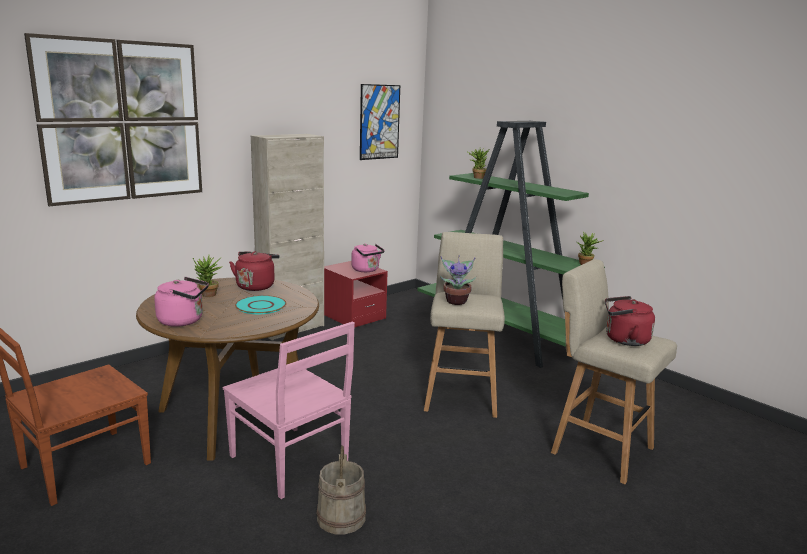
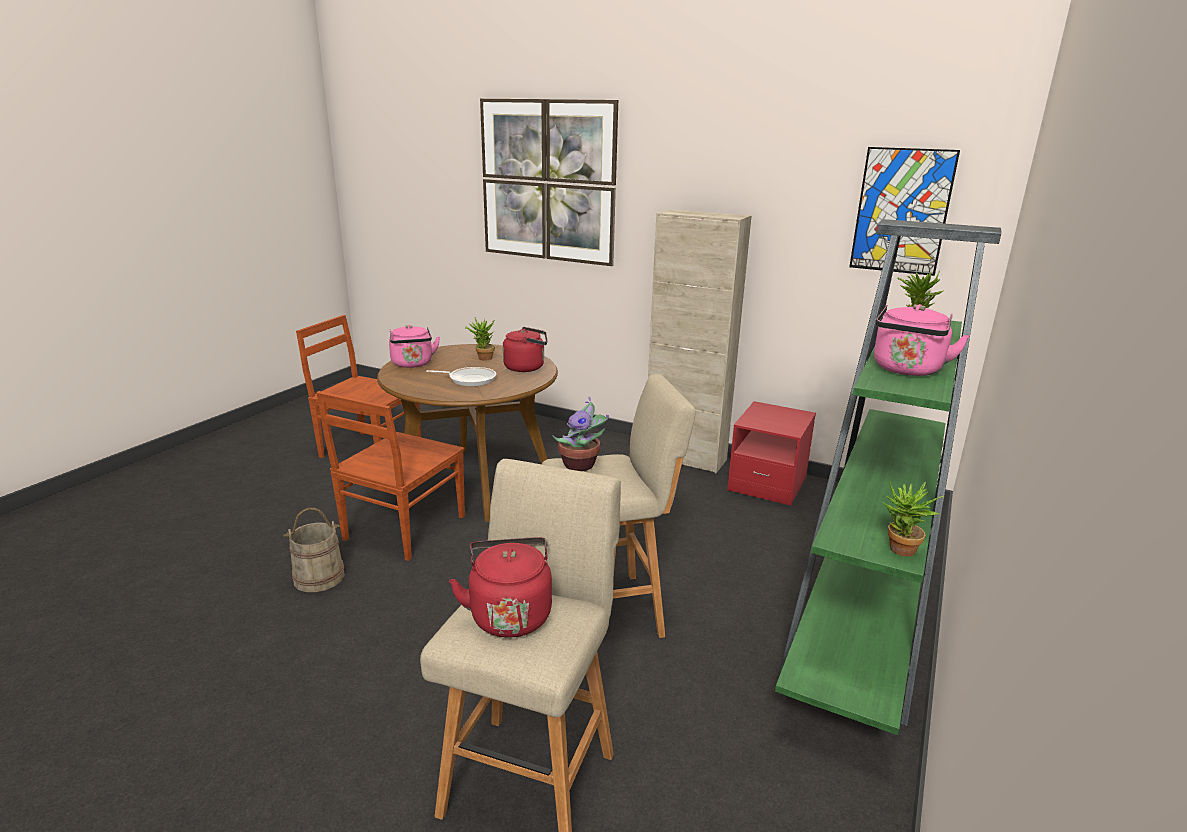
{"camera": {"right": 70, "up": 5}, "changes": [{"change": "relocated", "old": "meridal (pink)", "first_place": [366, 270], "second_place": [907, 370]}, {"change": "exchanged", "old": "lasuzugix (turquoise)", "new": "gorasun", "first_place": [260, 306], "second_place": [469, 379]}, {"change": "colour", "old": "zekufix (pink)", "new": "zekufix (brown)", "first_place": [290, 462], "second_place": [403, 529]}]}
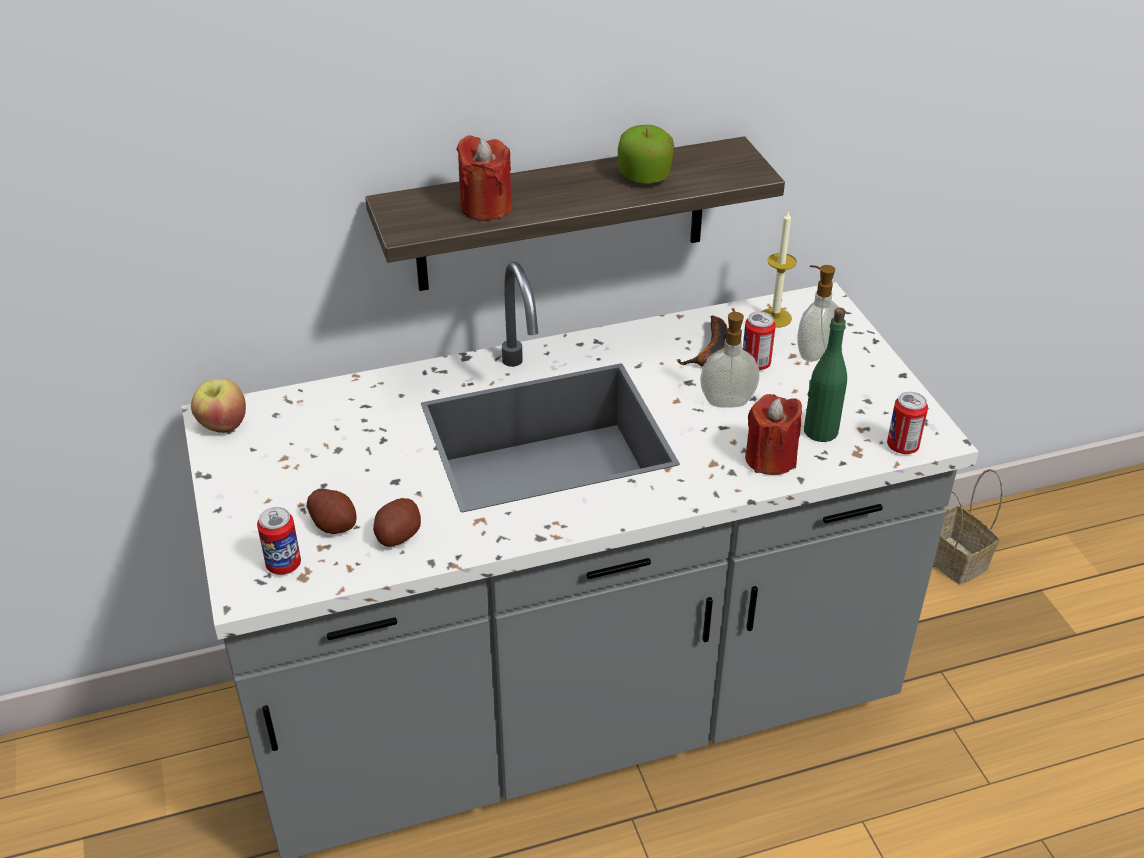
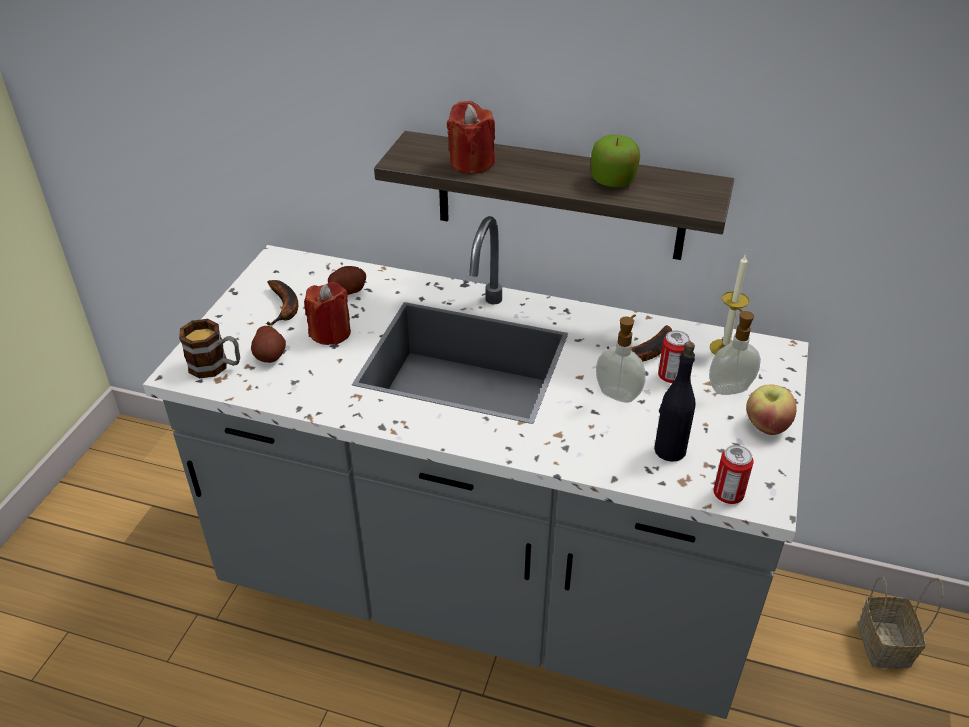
{"camera": {"right": 35, "up": 0}, "changes": [{"change": "colour", "old": "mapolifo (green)", "new": "mapolifo (black)", "first_place": [820, 431], "second_place": [669, 450]}, {"change": "relocated", "old": "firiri", "first_place": [222, 425], "second_place": [766, 426]}, {"change": "relocated", "old": "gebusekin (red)", "first_place": [770, 459], "second_place": [330, 333]}, {"change": "relocated", "old": "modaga", "first_place": [398, 535], "second_place": [348, 291]}, {"change": "exchanged", "old": "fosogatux", "new": "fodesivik", "first_place": [283, 565], "second_place": [216, 366]}, {"change": "appeared", "new": "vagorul", "second_place": [285, 307]}]}
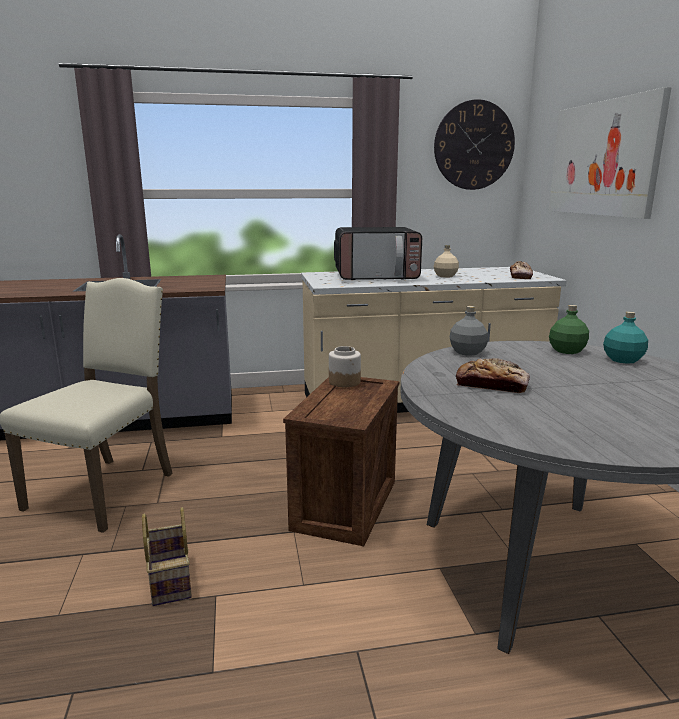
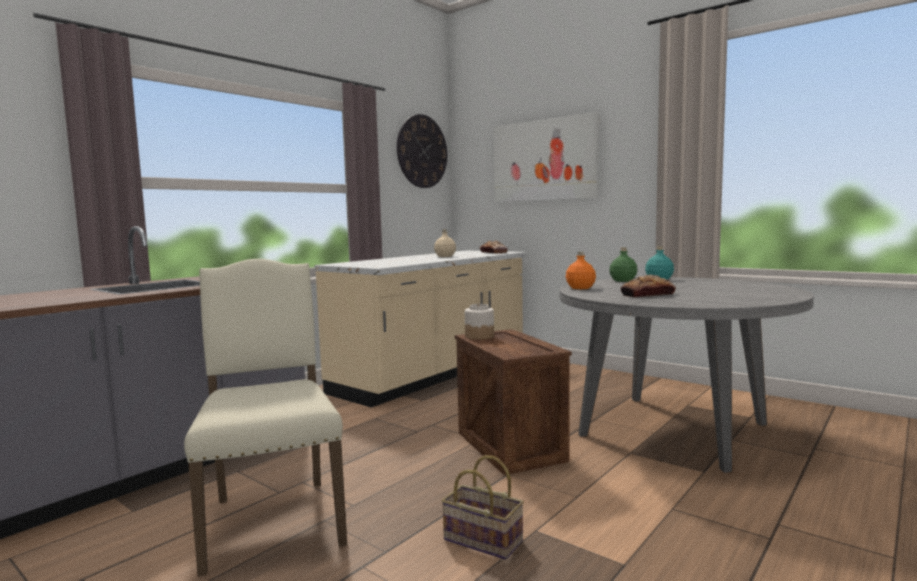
{"camera": {"right": -40, "up": -10}, "changes": [{"change": "missing", "old": "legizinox", "first_place": [376, 276]}, {"change": "colour", "old": "mapolifo (grey)", "new": "mapolifo (orange)", "first_place": [467, 352], "second_place": [580, 288]}]}
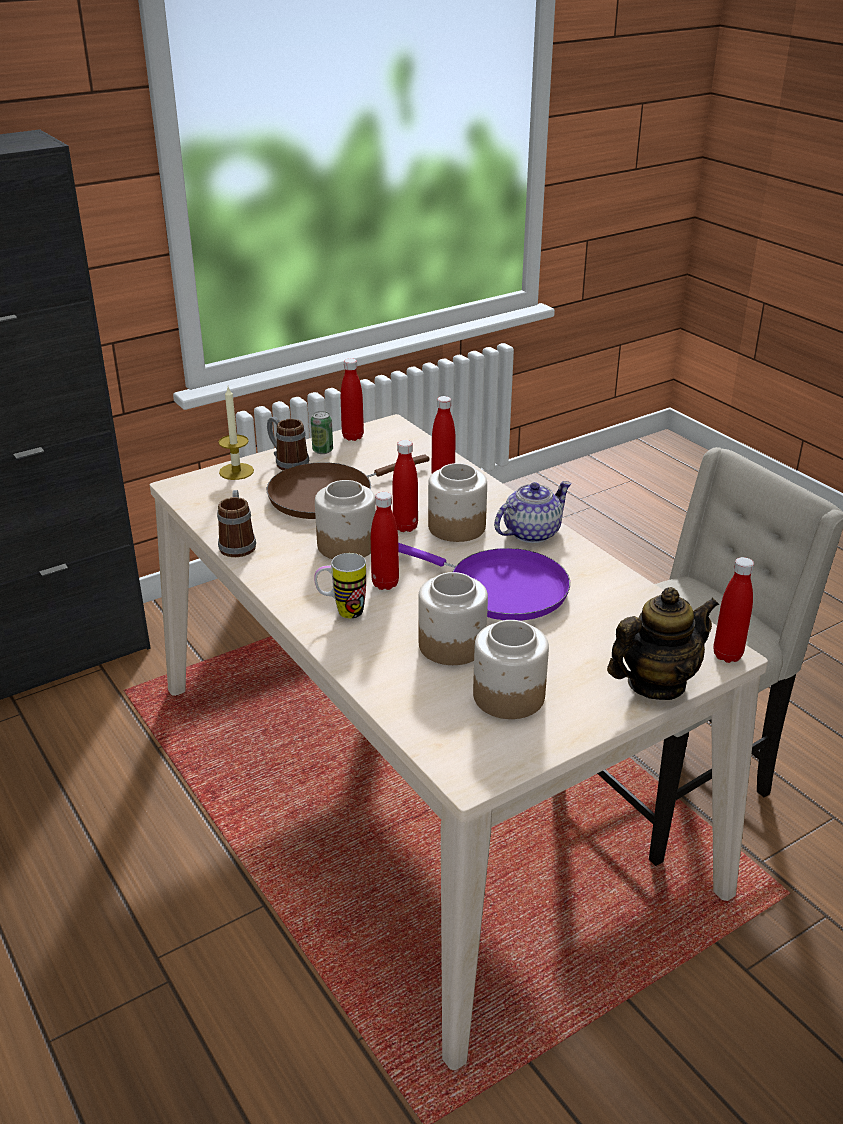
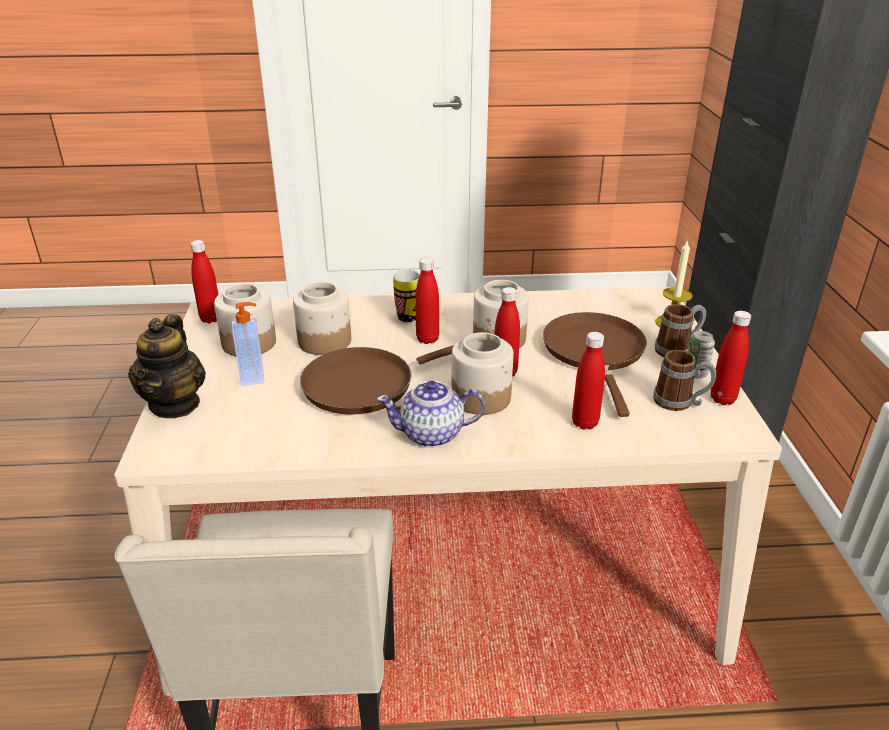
{"camera": {"right": 120, "up": 0}, "changes": [{"change": "spun", "old": "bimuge", "first_place": [530, 533], "second_place": [432, 434], "degrees": 90}, {"change": "relocated", "old": "fodesivik", "first_place": [238, 543], "second_place": [680, 402]}, {"change": "colour", "old": "gorasun (purple)", "new": "gorasun (brown)", "first_place": [499, 589], "second_place": [365, 384]}, {"change": "relocated", "old": "mapolifo (red)", "first_place": [727, 655], "second_place": [211, 319]}, {"change": "appeared", "new": "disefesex", "second_place": [253, 376]}]}
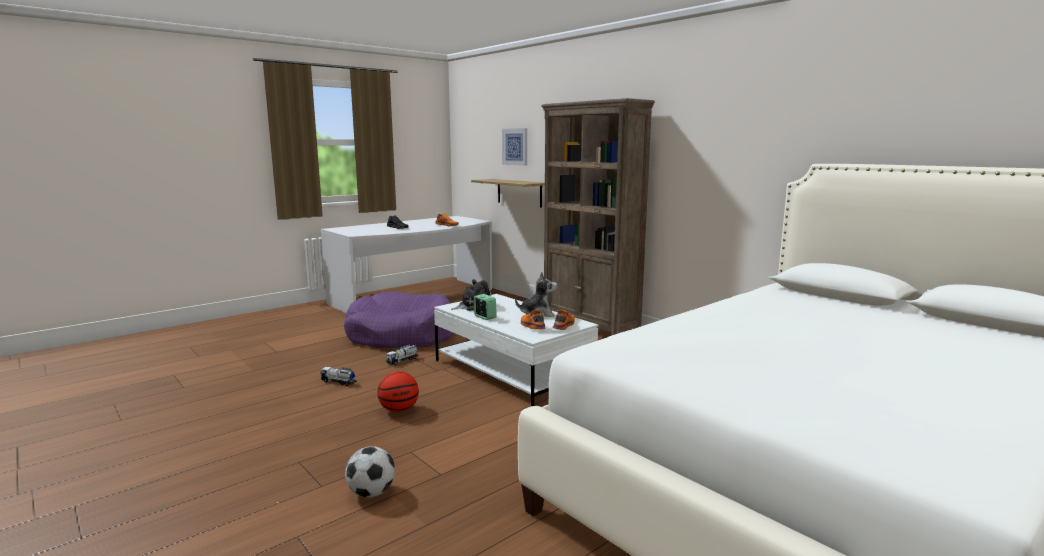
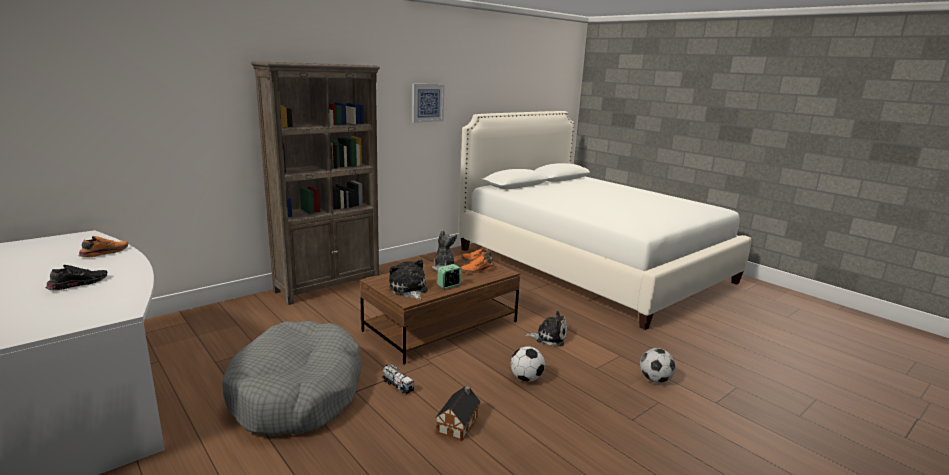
{"camera": {"right": -90, "up": 5}, "changes": [{"change": "relocated", "old": "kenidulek", "first_place": [515, 146], "second_place": [427, 102]}, {"change": "missing", "old": "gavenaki", "first_place": [519, 192]}, {"change": "colour", "old": "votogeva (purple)", "new": "votogeva (grey)", "first_place": [401, 335], "second_place": [297, 393]}, {"change": "colour", "old": "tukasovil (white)", "new": "tukasovil (brown)", "first_place": [511, 372], "second_place": [441, 326]}, {"change": "exchanged", "old": "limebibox", "new": "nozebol", "first_place": [338, 382], "second_place": [459, 424]}, {"change": "exchanged", "old": "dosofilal", "new": "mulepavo", "first_place": [399, 410], "second_place": [526, 378]}, {"change": "appeared", "new": "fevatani", "second_place": [549, 337]}]}
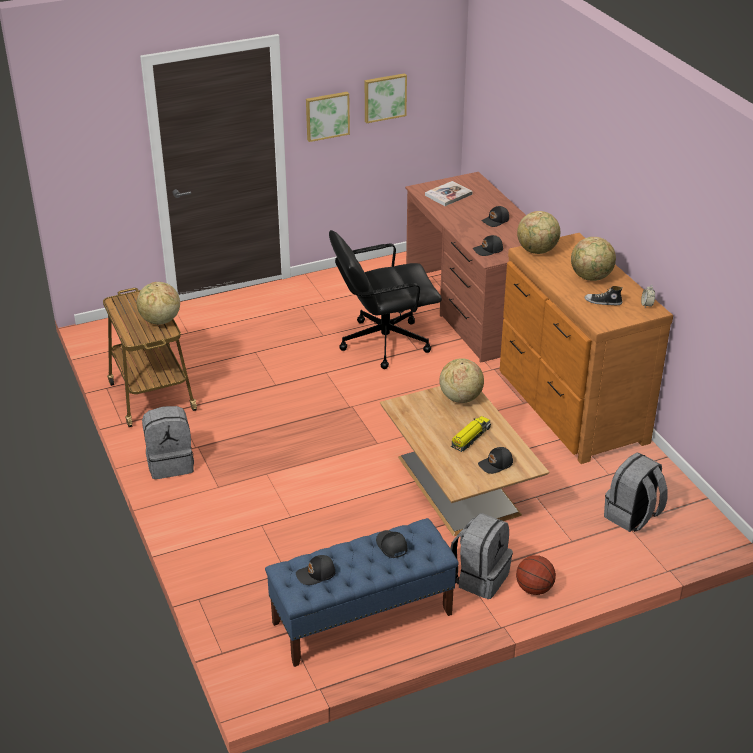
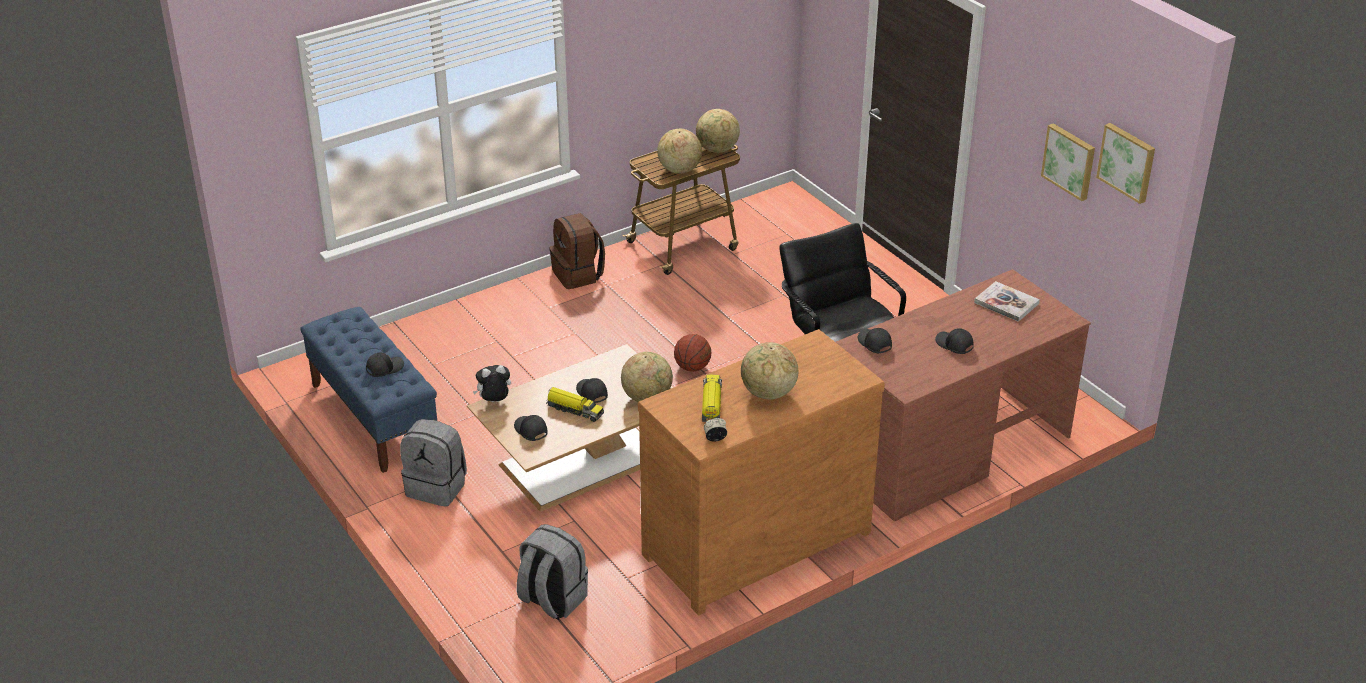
{"camera": {"right": 80, "up": 0}, "changes": [{"change": "relocated", "old": "kenidulek", "first_place": [327, 115], "second_place": [1127, 162]}, {"change": "relocated", "old": "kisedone", "first_place": [537, 251], "second_place": [717, 150]}, {"change": "exchanged", "old": "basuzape", "new": "limebibox", "first_place": [603, 302], "second_place": [711, 404]}, {"change": "colour", "old": "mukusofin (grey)", "new": "mukusofin (brown)", "first_place": [171, 463], "second_place": [578, 275]}, {"change": "relocated", "old": "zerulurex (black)", "first_place": [316, 574], "second_place": [591, 393]}, {"change": "relocated", "old": "dosofilal", "first_place": [534, 589], "second_place": [692, 368]}, {"change": "appeared", "new": "fevatani", "second_place": [494, 402]}]}
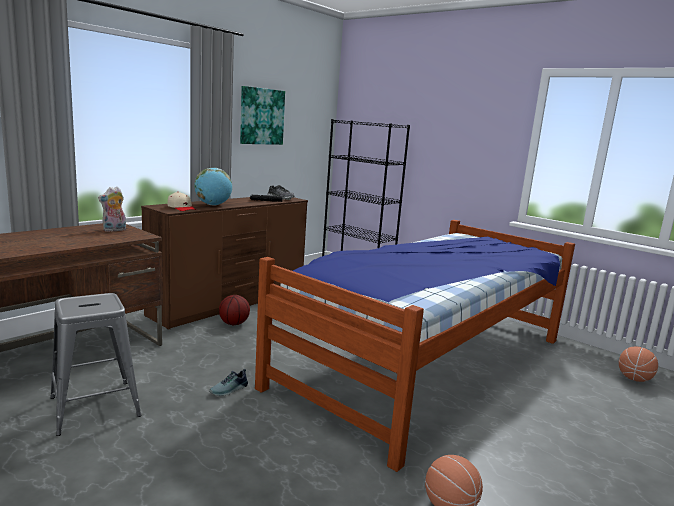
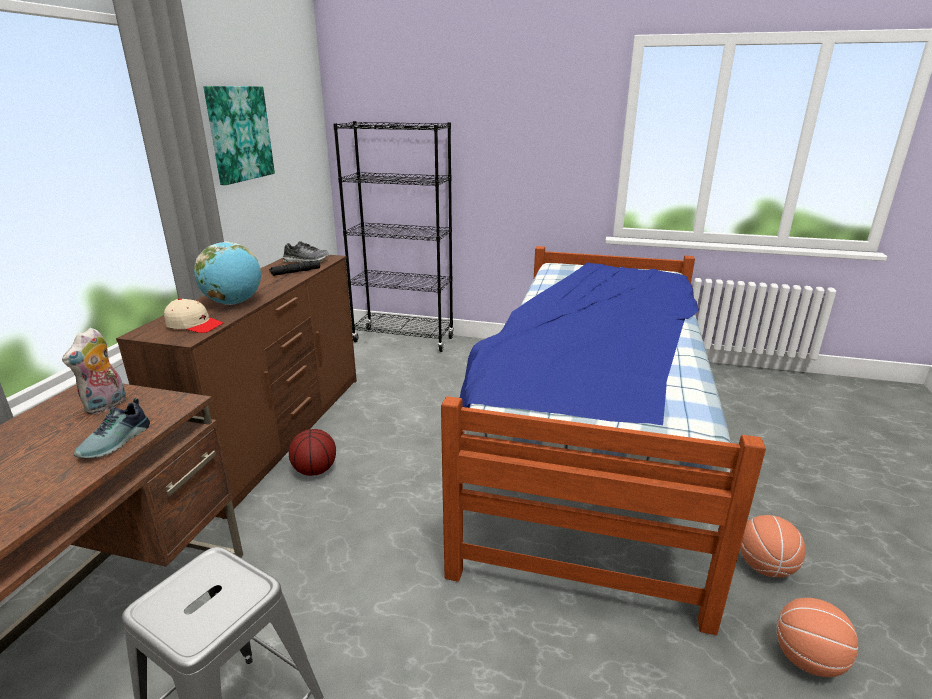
{"camera": {"right": -25, "up": 10}, "changes": [{"change": "relocated", "old": "dosofilal", "first_place": [634, 379], "second_place": [765, 567]}, {"change": "relocated", "old": "basuzape", "first_place": [229, 390], "second_place": [117, 442]}]}
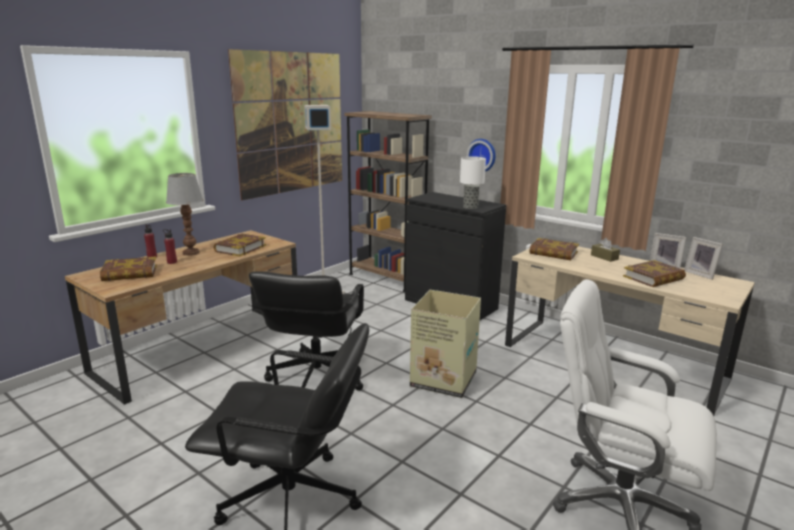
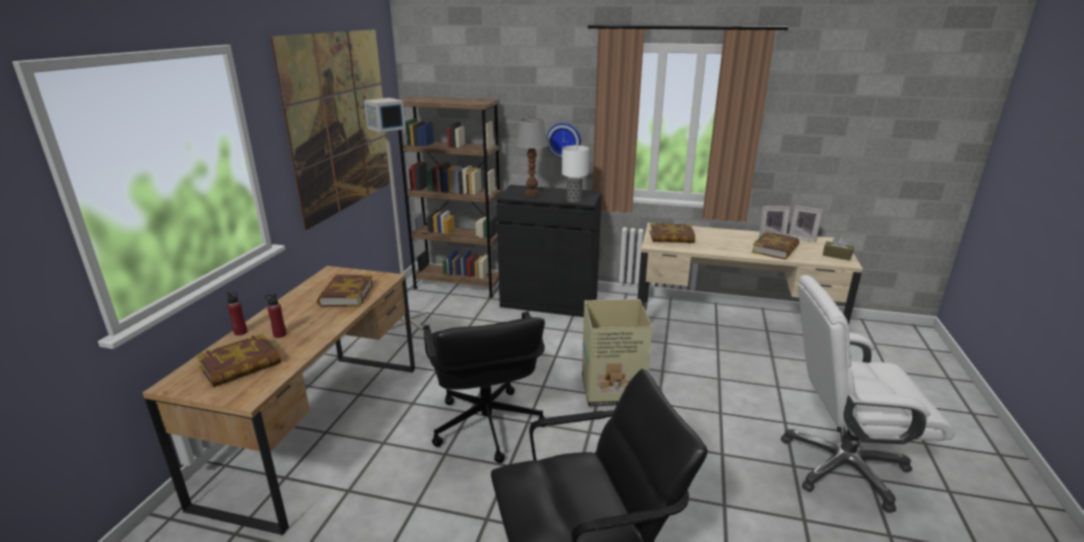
{"camera": {"right": -25, "up": 5}, "changes": [{"change": "relocated", "old": "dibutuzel", "first_place": [191, 253], "second_place": [532, 194]}, {"change": "relocated", "old": "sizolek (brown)", "first_place": [604, 257], "second_place": [837, 255]}]}
